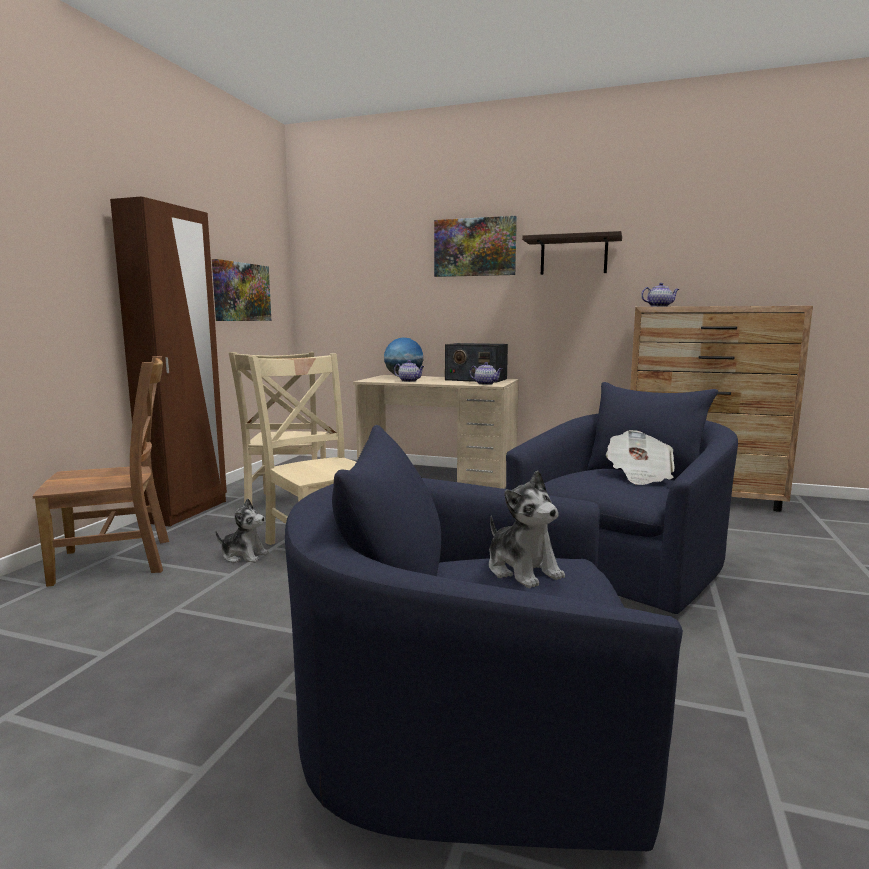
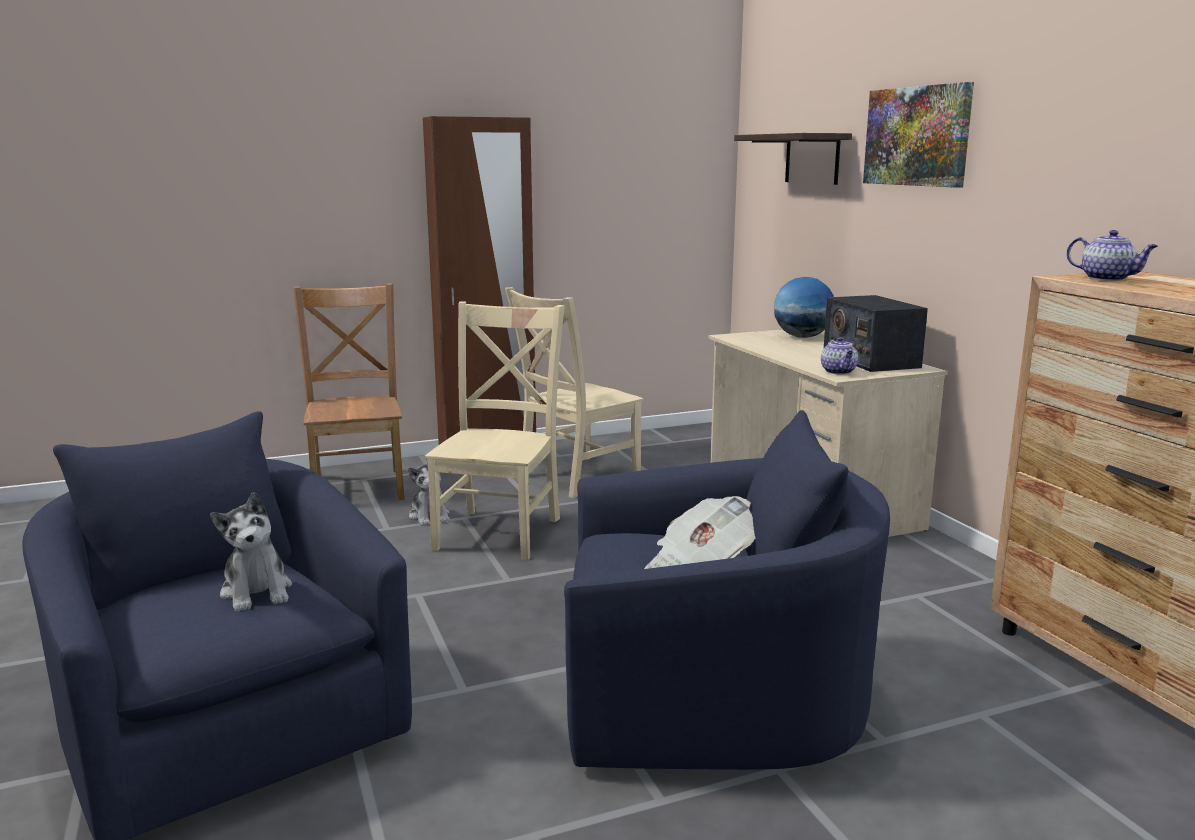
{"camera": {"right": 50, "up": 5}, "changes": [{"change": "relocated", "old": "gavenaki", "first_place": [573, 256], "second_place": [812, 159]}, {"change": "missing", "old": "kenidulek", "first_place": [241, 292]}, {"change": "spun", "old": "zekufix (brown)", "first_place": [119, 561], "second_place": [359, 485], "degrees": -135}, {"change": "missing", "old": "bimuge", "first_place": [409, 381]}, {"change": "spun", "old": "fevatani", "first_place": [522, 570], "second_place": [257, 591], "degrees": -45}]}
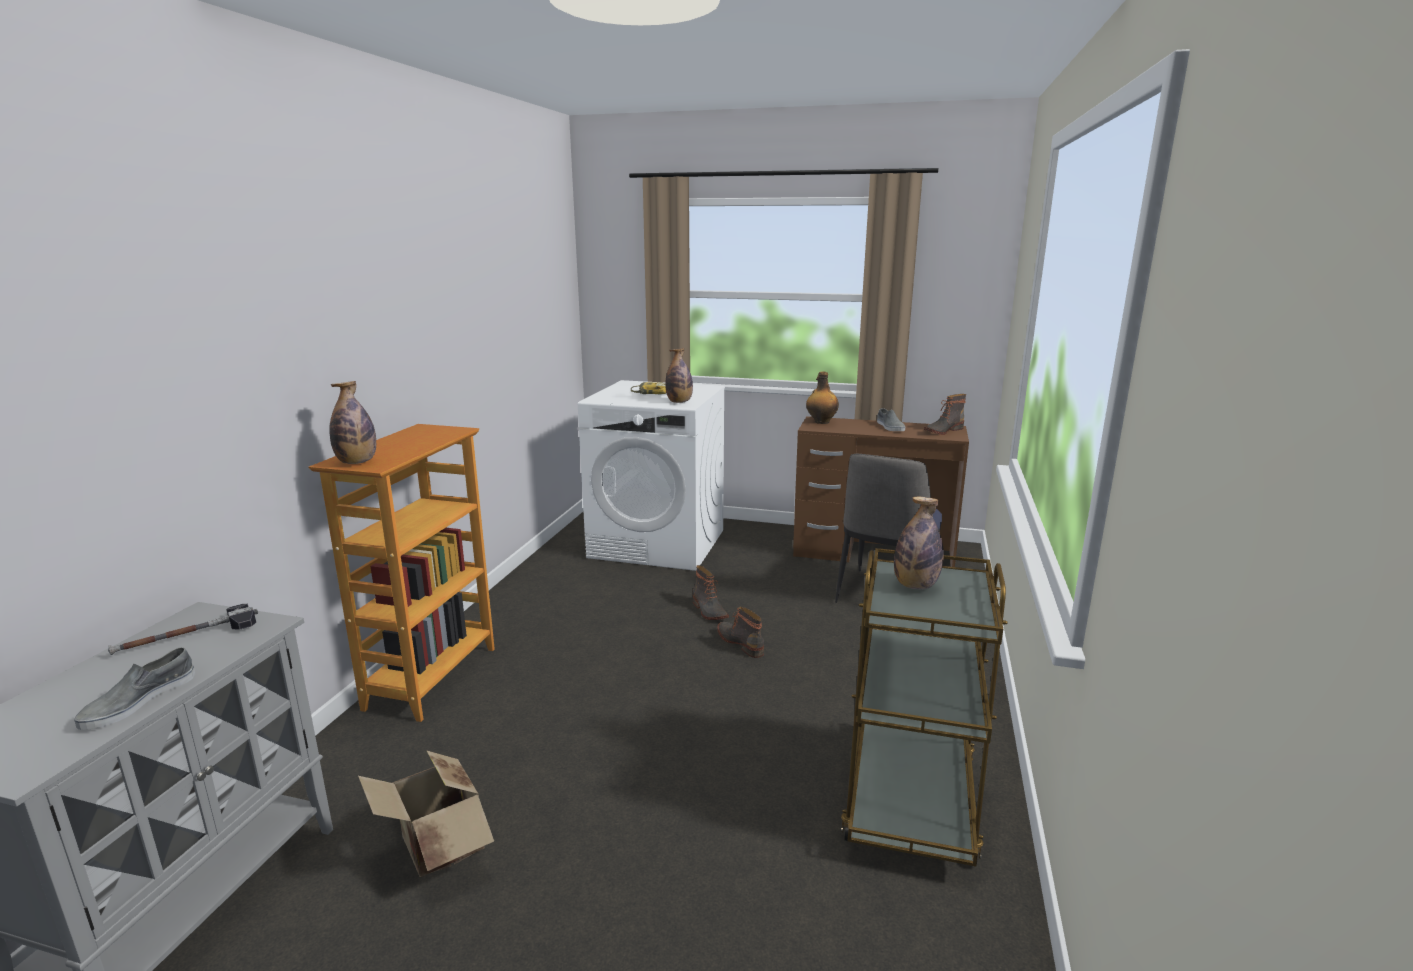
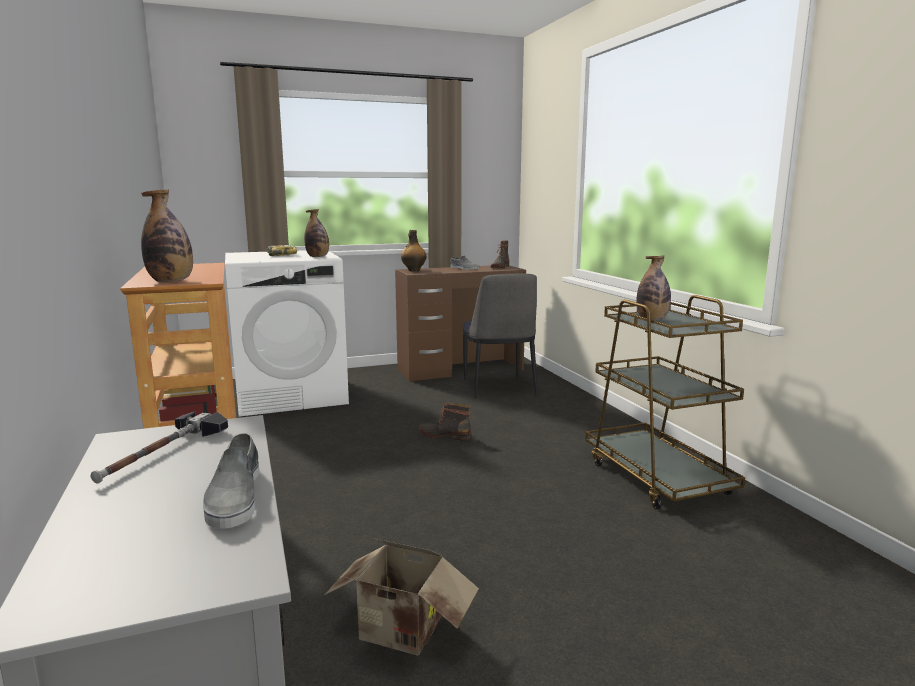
{"camera": {"right": -35, "up": -5}, "changes": [{"change": "missing", "old": "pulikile", "first_place": [708, 611]}]}
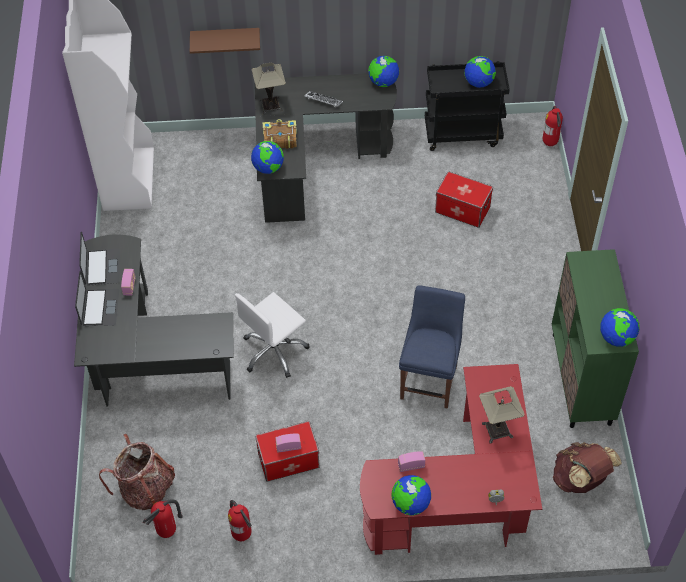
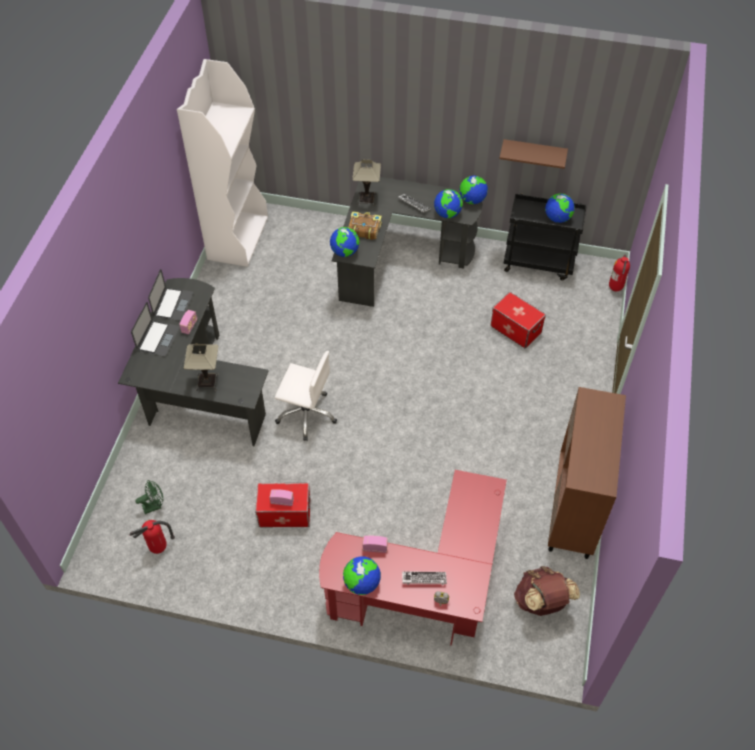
{"camera": {"right": 15, "up": 0}, "changes": [{"change": "relocated", "old": "gavenaki (brown)", "first_place": [225, 38], "second_place": [534, 153]}, {"change": "colour", "old": "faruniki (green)", "new": "faruniki (brown)", "first_place": [581, 379], "second_place": [573, 508]}, {"change": "missing", "old": "zekufix (blue)", "first_place": [430, 379]}, {"change": "spun", "old": "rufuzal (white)", "first_place": [274, 351], "second_place": [306, 414], "degrees": -135}, {"change": "relocated", "old": "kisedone", "first_place": [616, 338], "second_place": [447, 214]}, {"change": "relocated", "old": "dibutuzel", "first_place": [497, 430], "second_place": [207, 382]}, {"change": "exchanged", "old": "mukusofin", "new": "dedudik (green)", "first_place": [145, 489], "second_place": [154, 506]}, {"change": "missing", "old": "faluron", "first_place": [242, 535]}, {"change": "appeared", "new": "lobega", "second_place": [424, 579]}]}
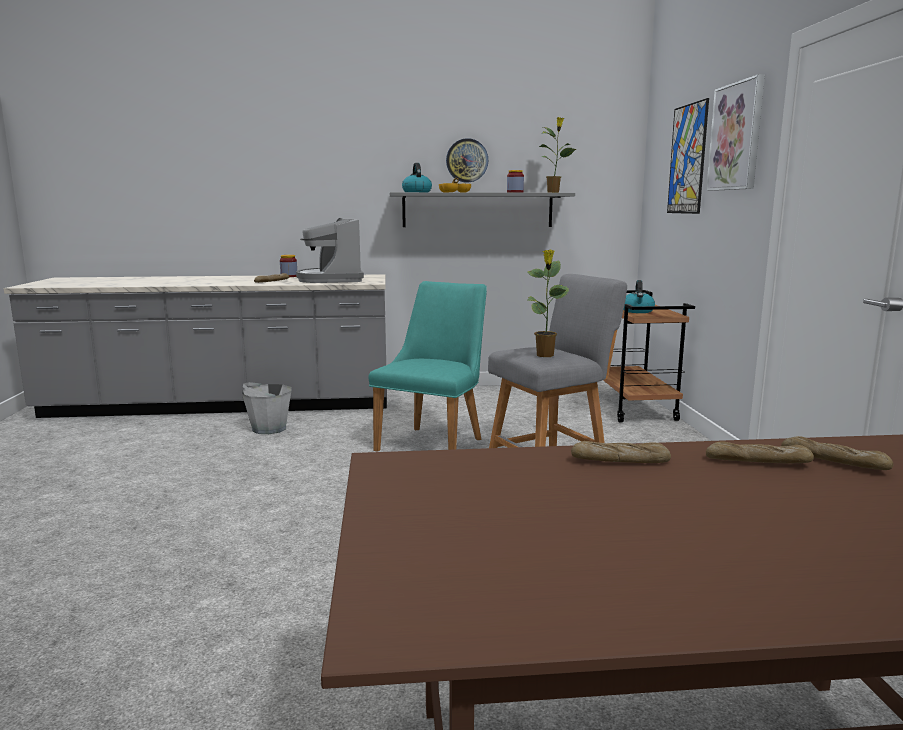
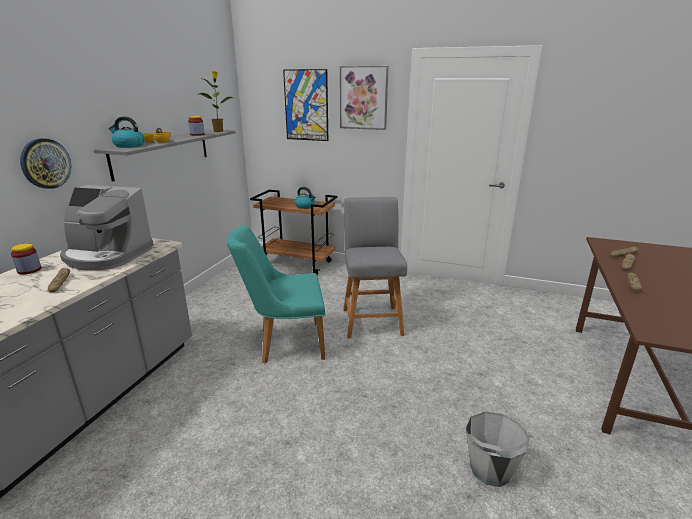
{"camera": {"right": -65, "up": 10}, "changes": [{"change": "relocated", "old": "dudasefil", "first_place": [467, 160], "second_place": [45, 163]}, {"change": "missing", "old": "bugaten", "first_place": [545, 355]}, {"change": "spun", "old": "zekufix (turquoise)", "first_place": [436, 441], "second_place": [284, 343], "degrees": -60}, {"change": "relocated", "old": "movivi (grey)", "first_place": [269, 428], "second_place": [490, 469]}]}
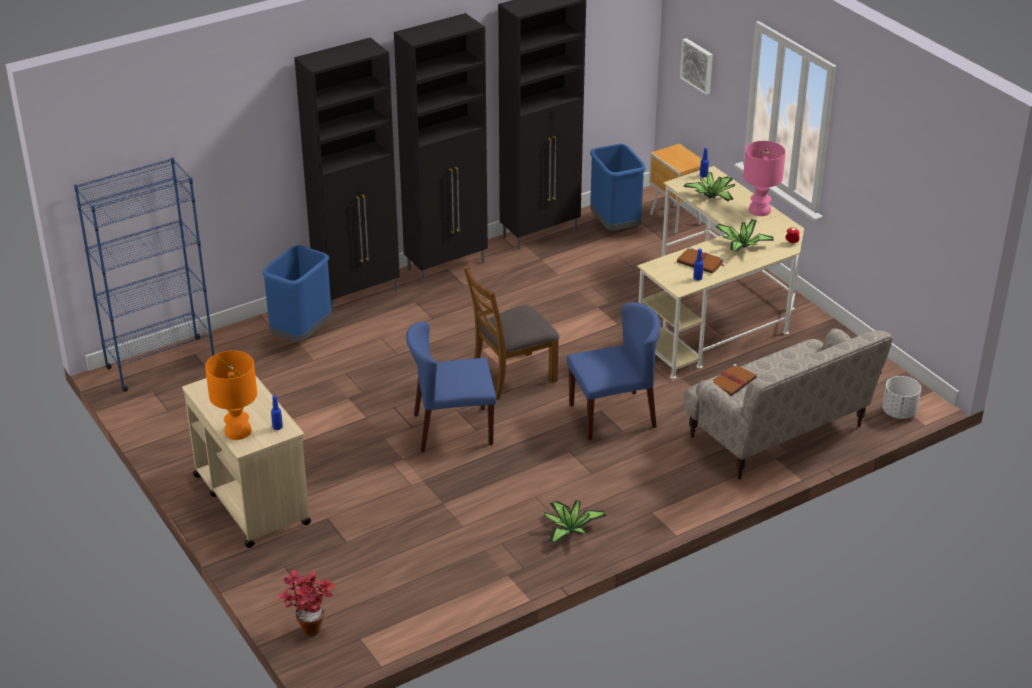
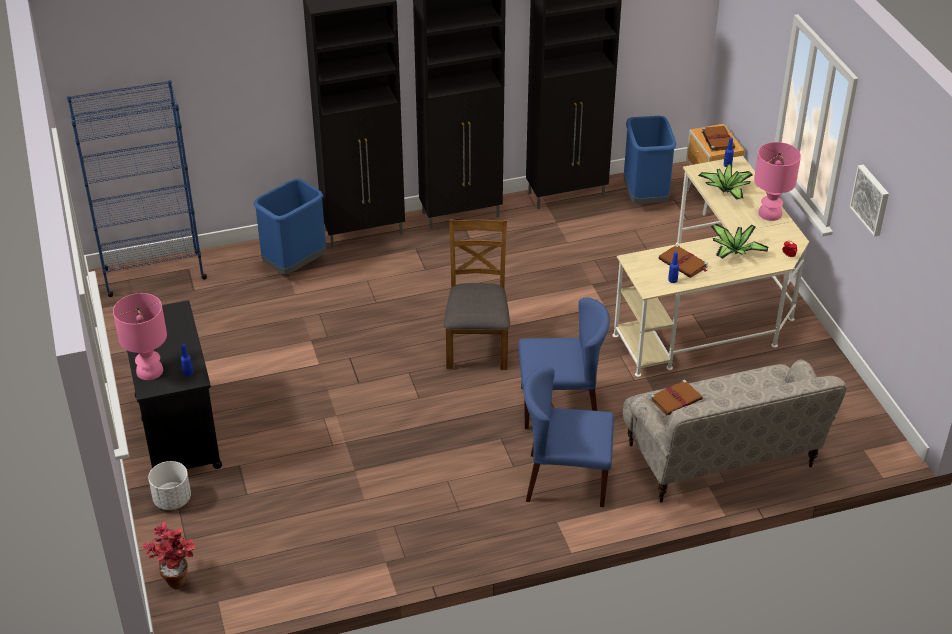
{"camera": {"right": 15, "up": 5}, "changes": [{"change": "relocated", "old": "kenidulek", "first_place": [698, 65], "second_place": [871, 199]}, {"change": "spun", "old": "zekufix (brown)", "first_place": [512, 376], "second_place": [477, 345], "degrees": 105}, {"change": "relocated", "old": "zekufix (blue)", "first_place": [452, 429], "second_place": [565, 480]}, {"change": "colour", "old": "dibutuzel (orange)", "new": "dibutuzel (pink)", "first_place": [237, 432], "second_place": [149, 371]}, {"change": "colour", "old": "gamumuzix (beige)", "new": "gamumuzix (black)", "first_place": [251, 498], "second_place": [178, 430]}, {"change": "relocated", "old": "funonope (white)", "first_place": [899, 412], "second_place": [172, 500]}, {"change": "missing", "old": "bugaten", "first_place": [570, 529]}, {"change": "appeared", "new": "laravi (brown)", "second_place": [717, 139]}]}
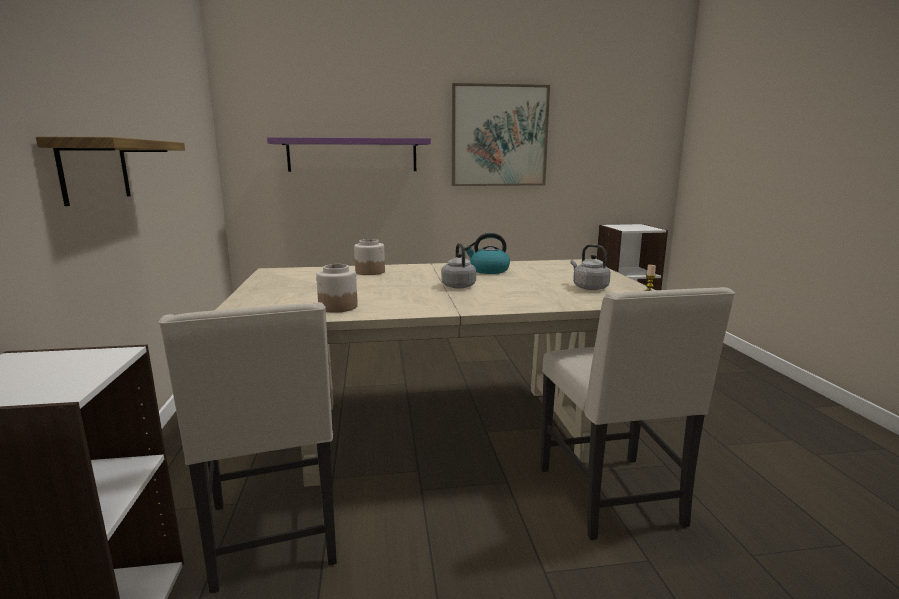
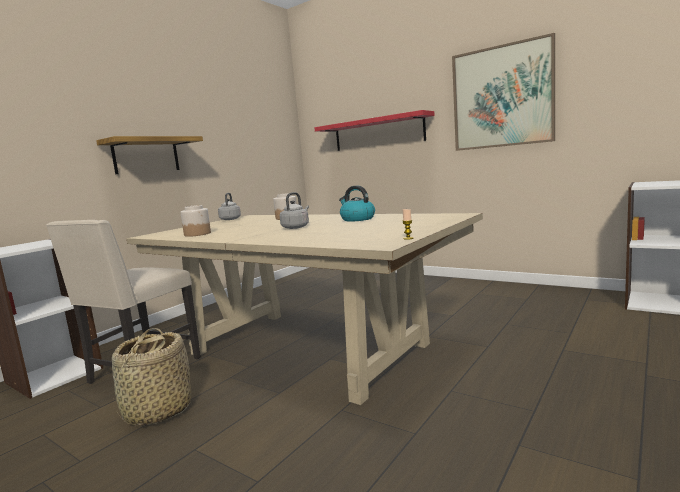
{"camera": {"right": 45, "up": -5}, "changes": [{"change": "colour", "old": "gavenaki (purple)", "new": "gavenaki (red)", "first_place": [352, 155], "second_place": [378, 133]}, {"change": "relocated", "old": "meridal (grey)", "first_place": [588, 287], "second_place": [230, 219]}, {"change": "missing", "old": "zekufix (beige)", "first_place": [613, 498]}, {"change": "appeared", "new": "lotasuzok", "second_place": [157, 411]}]}
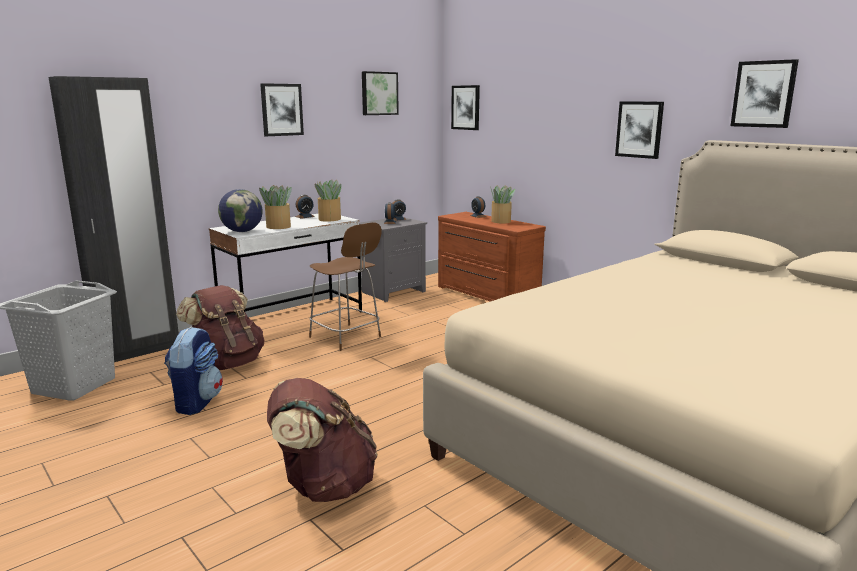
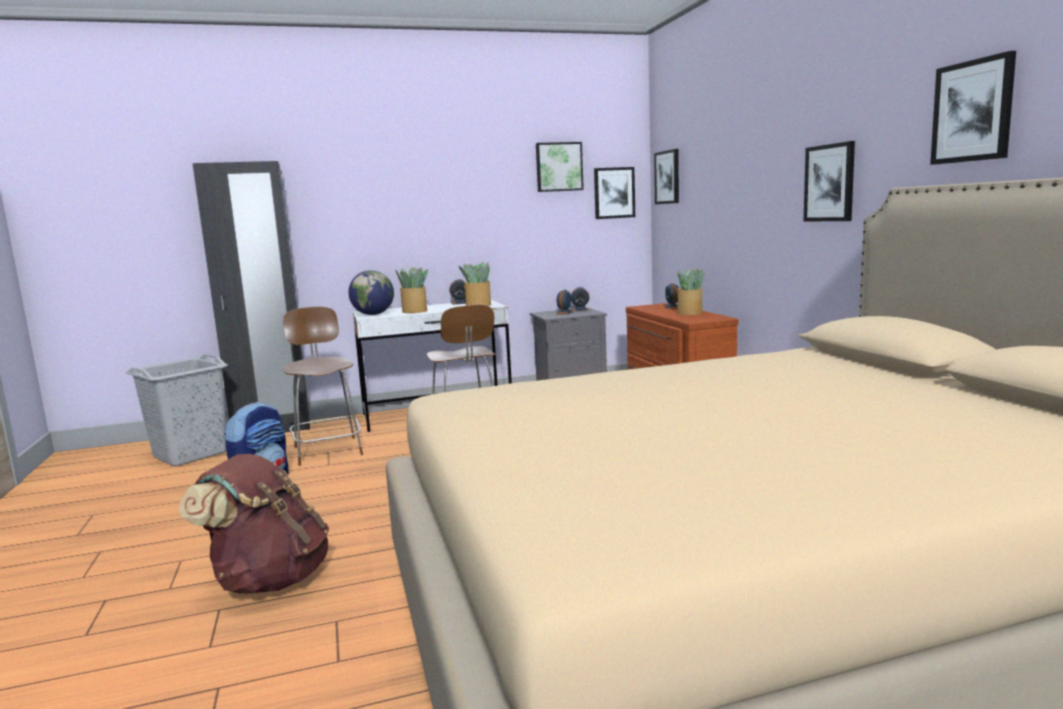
{"camera": {"right": 25, "up": -5}, "changes": [{"change": "relocated", "old": "kenidulek", "first_place": [281, 109], "second_place": [614, 193]}, {"change": "exchanged", "old": "mukusofin (brown)", "new": "zekufix (brown)", "first_place": [226, 364], "second_place": [328, 450]}]}
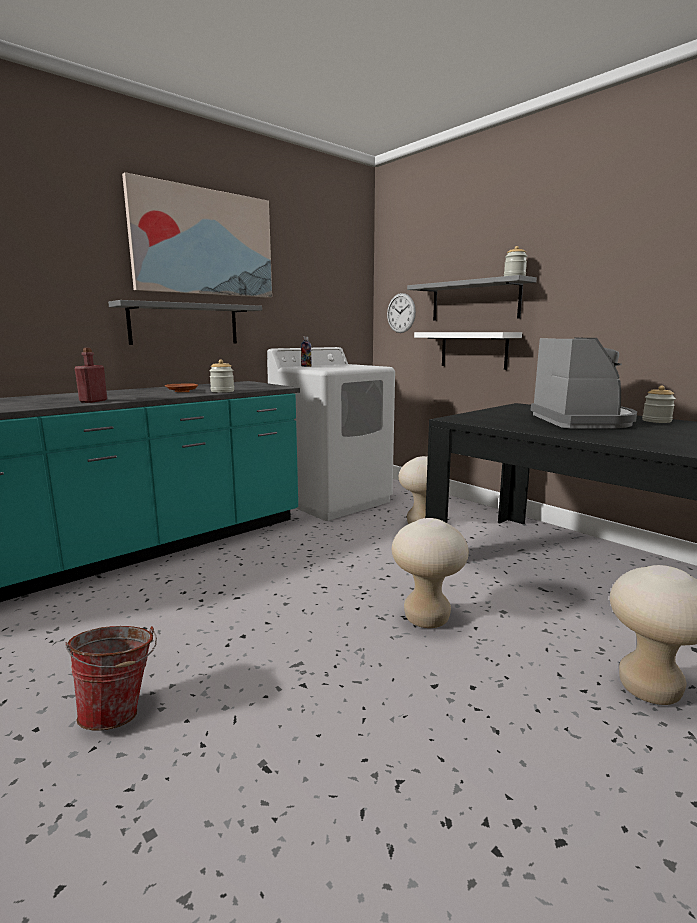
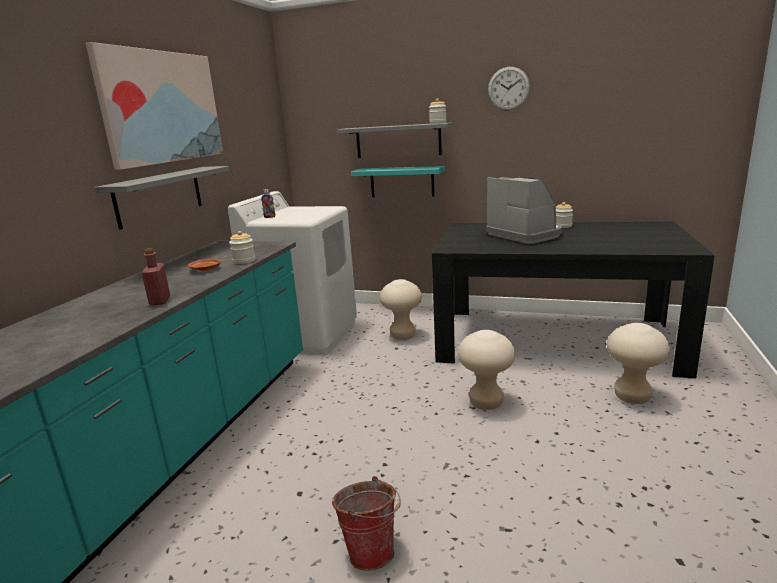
{"camera": {"right": -30, "up": 5}, "changes": [{"change": "relocated", "old": "dudasefil", "first_place": [401, 313], "second_place": [508, 88]}, {"change": "colour", "old": "gavenaki (white)", "new": "gavenaki (turquoise)", "first_place": [473, 350], "second_place": [402, 182]}]}
